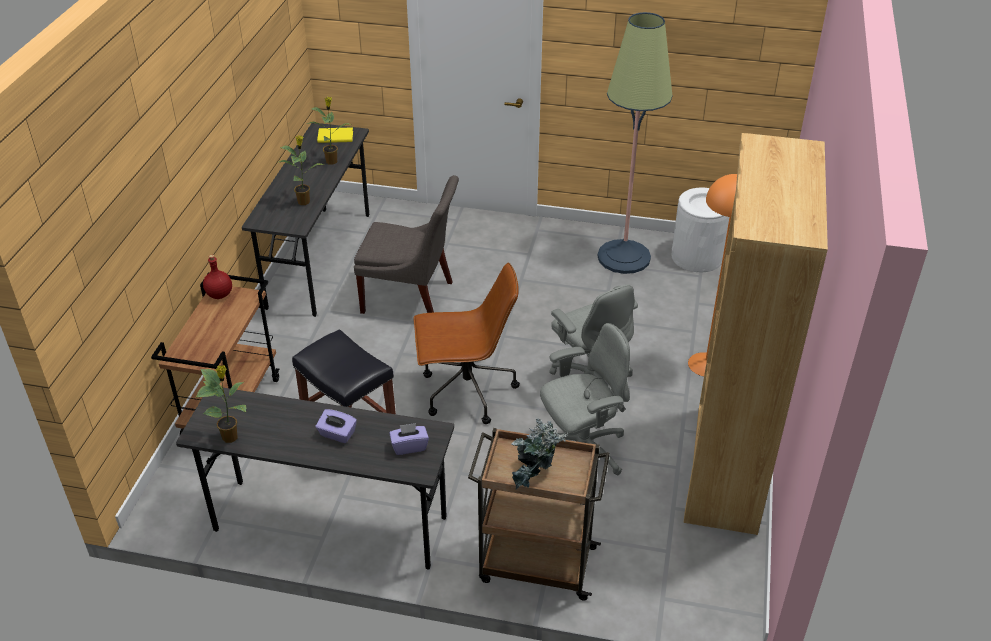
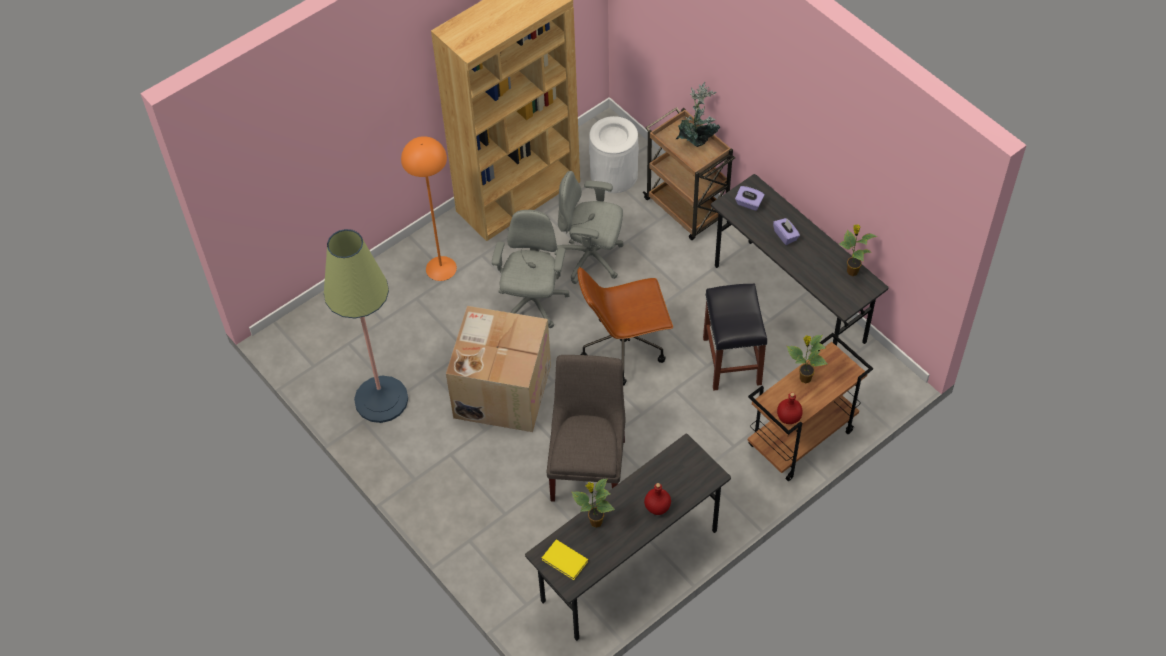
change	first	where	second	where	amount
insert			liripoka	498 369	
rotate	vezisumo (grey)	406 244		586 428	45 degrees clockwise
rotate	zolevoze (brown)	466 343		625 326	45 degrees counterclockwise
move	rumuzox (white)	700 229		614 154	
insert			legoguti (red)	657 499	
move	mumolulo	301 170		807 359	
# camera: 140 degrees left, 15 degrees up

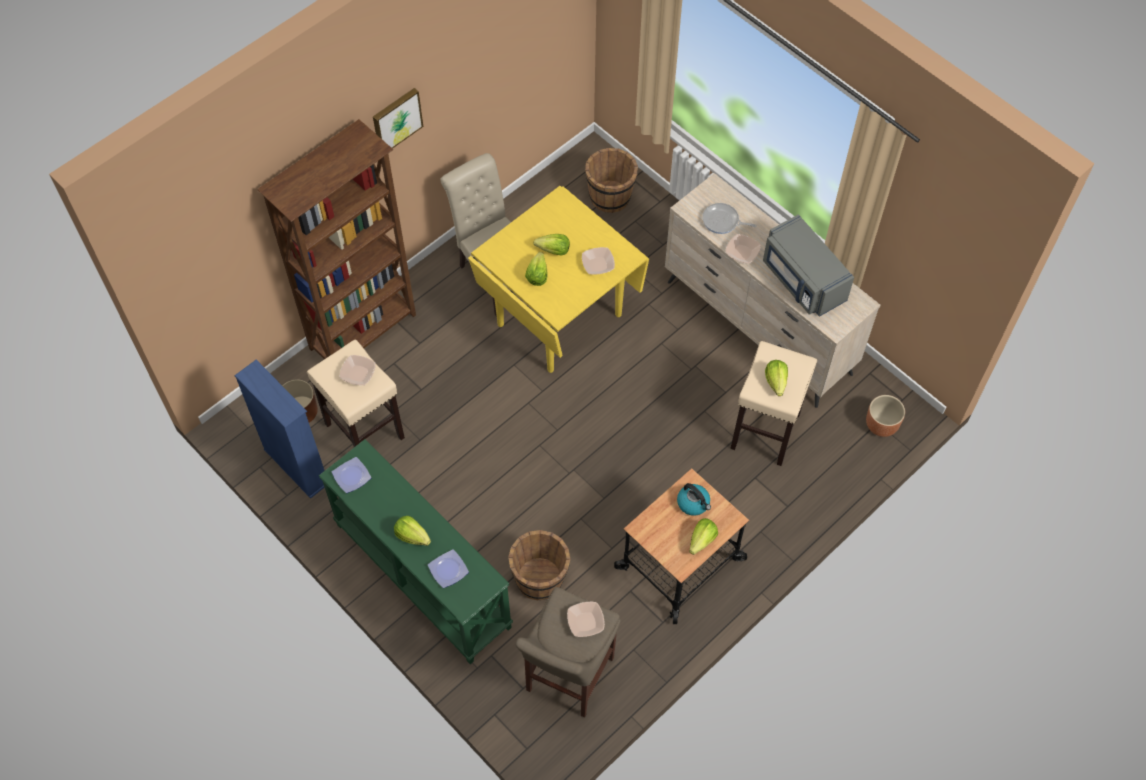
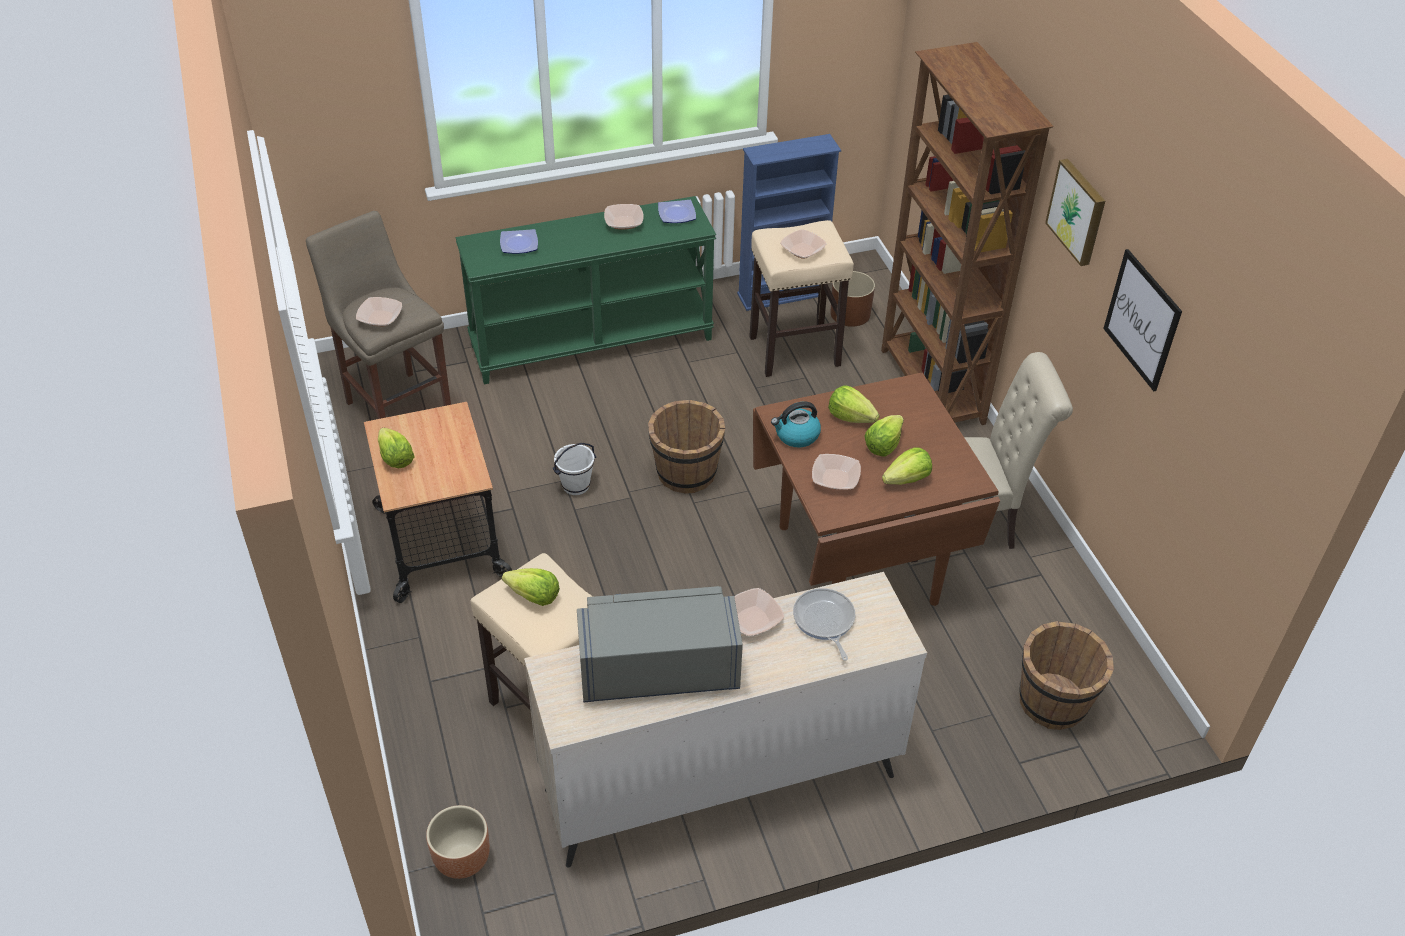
change	first	where	second	where	amount
insert			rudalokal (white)	574 469	
insert			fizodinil	623 217	
move	rudalokal (brown)	539 565		686 447	
recolor	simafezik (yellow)	558 279	simafezik (brown)	876 489	
move	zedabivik	694 499		796 424	
rotate	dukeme	729 218		824 624	60 degrees counterclockwise
move	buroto	412 531		907 466	
insert			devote	1142 320	
# camera: 115 degrees right, 15 degrees down

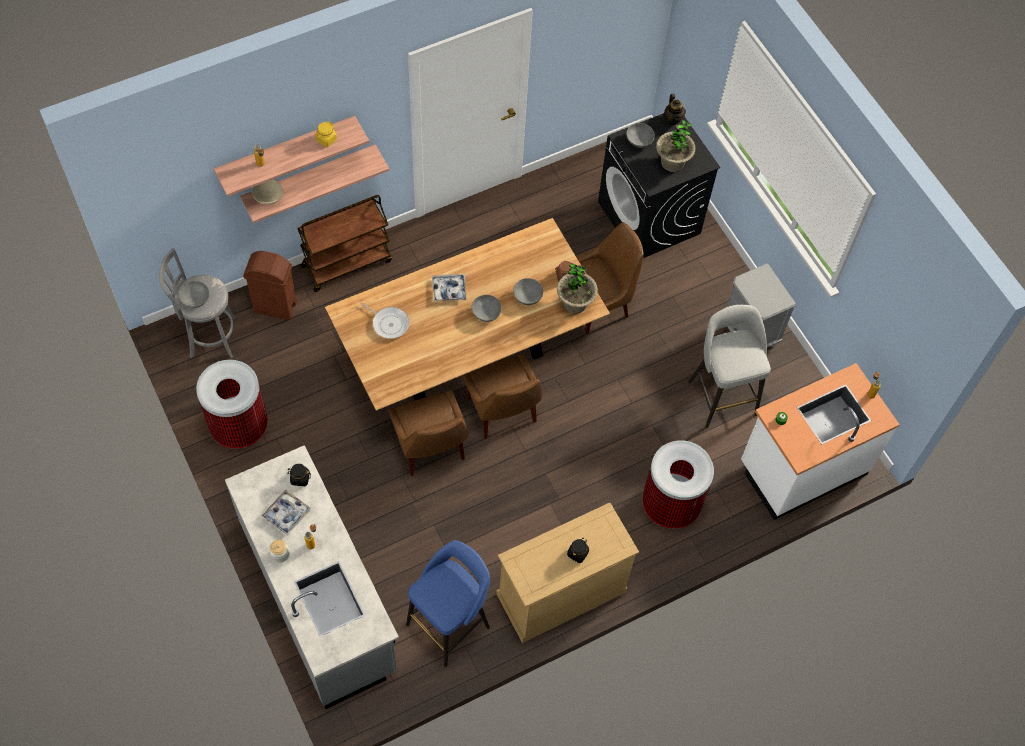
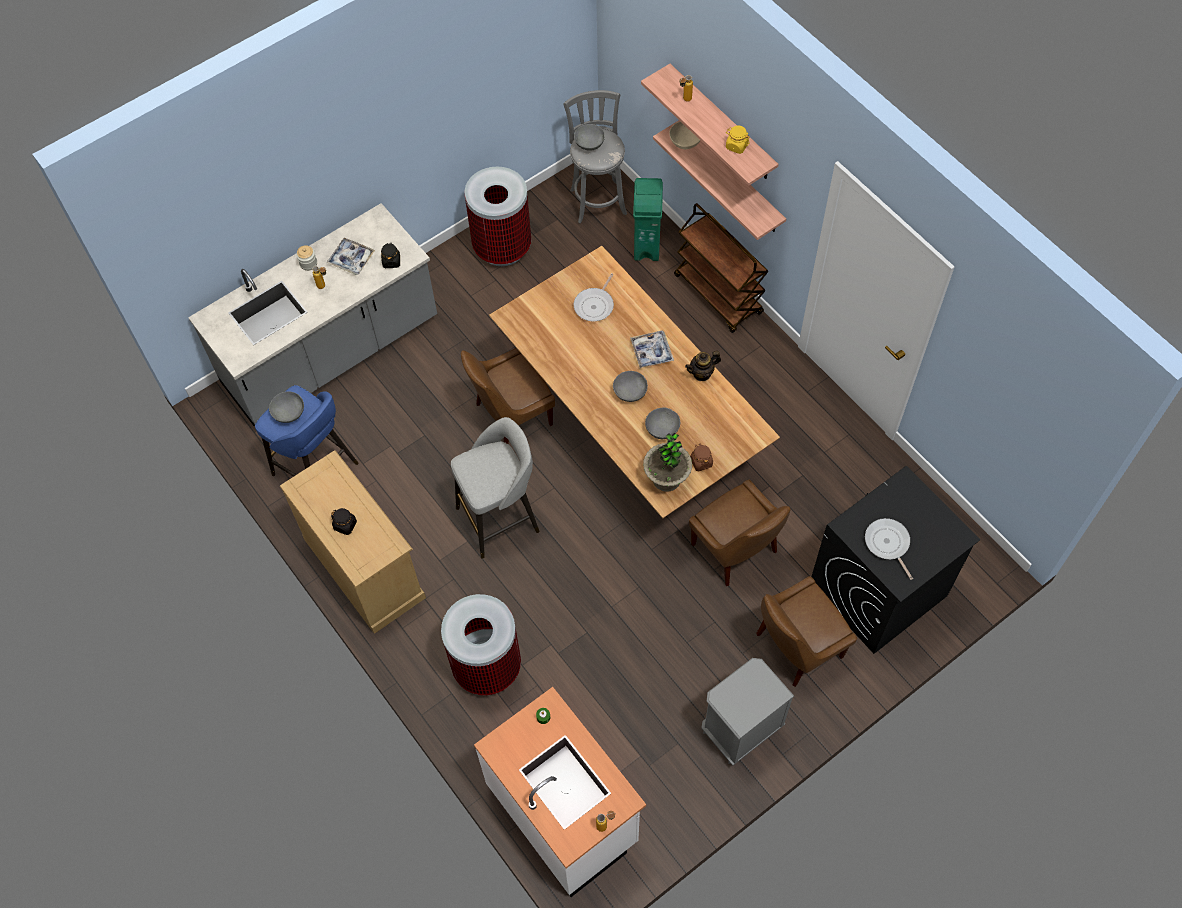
change	first	where	second	where	amount
move	fizodinil (grey)	640 135		286 407	
move	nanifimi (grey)	729 367		495 487	
recolor	rumuzox (brown)	270 285	rumuzox (green)	648 219	
move	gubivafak	675 109		703 366	
move	vezisumo (brown)	503 396		806 631	
replace	mumolulo	676 146	dukeme	889 549	
# camera: 85 degrees right, 0 degrees up

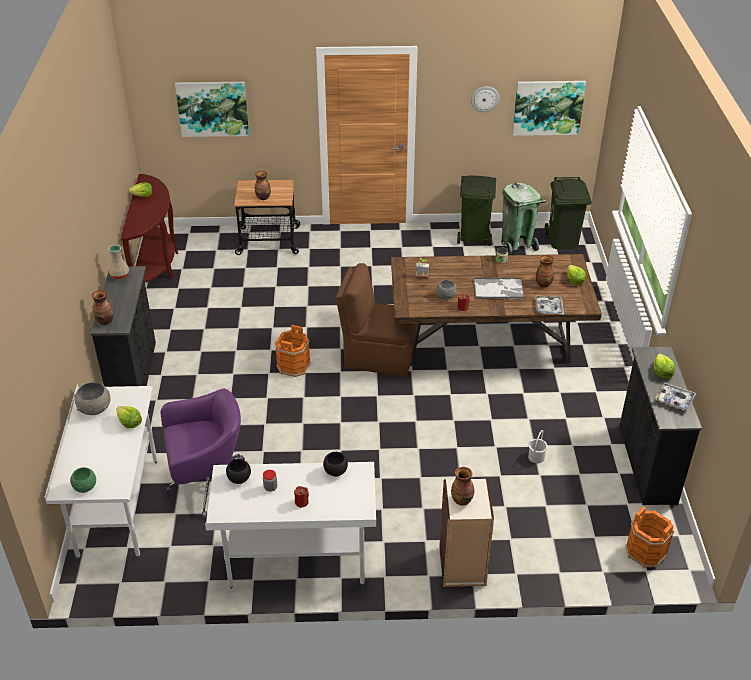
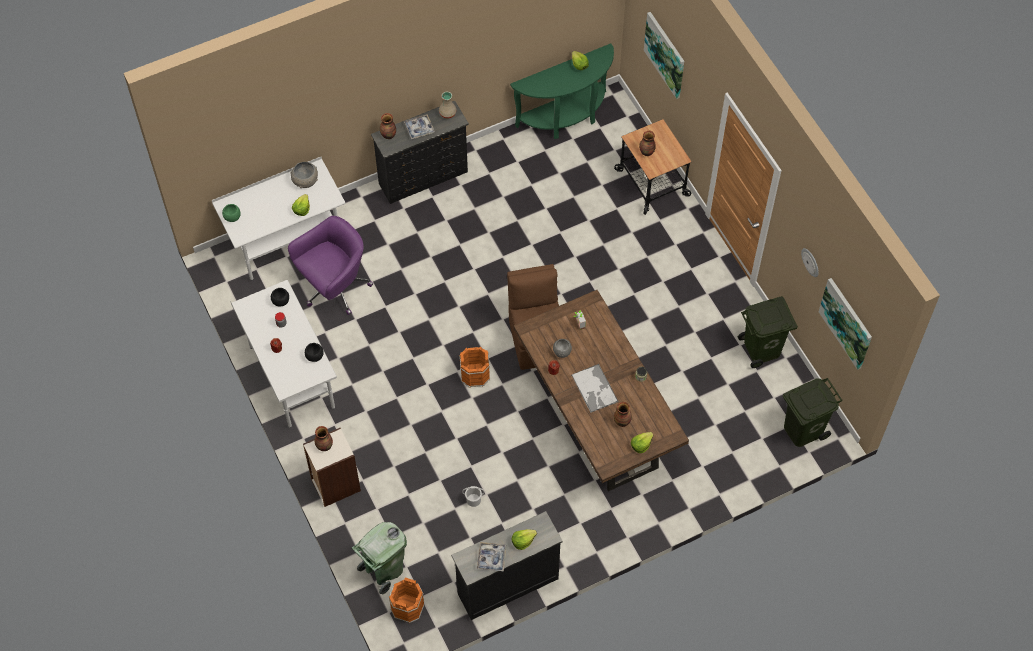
change	first	where	second	where	amount
rotate	zolevoze (purple)	203 453		330 265	90 degrees counterclockwise
move	rumuzox (green)	524 219		379 558	
move	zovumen	549 305		419 126	
move	rudalokal (orange)	292 351		474 367	
recolor	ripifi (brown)	149 228	ripifi (green)	562 91	
# camera: 65 degrees right, 20 degrees up

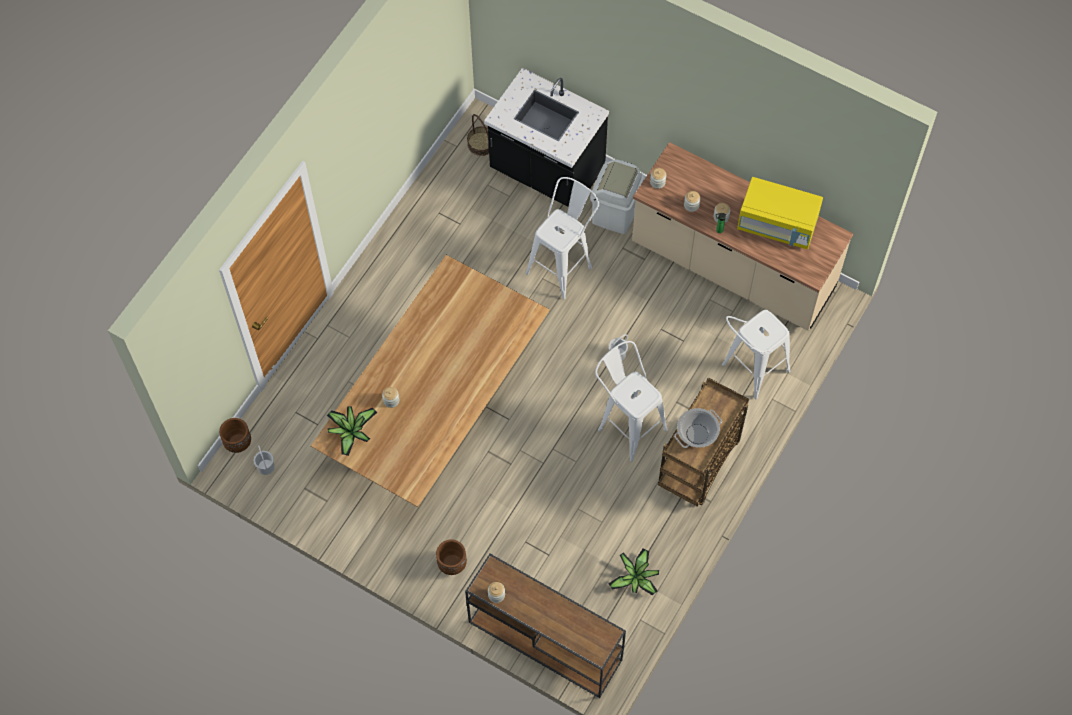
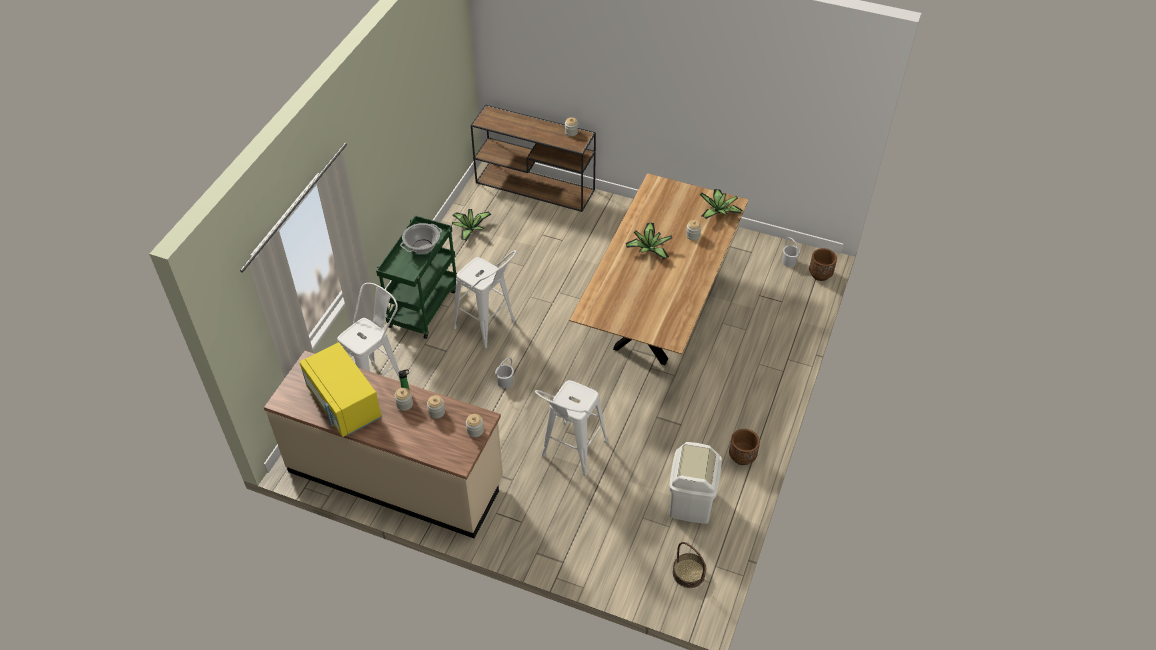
change	first	where	second	where	amount
rotate	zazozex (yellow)	780 213		340 389	135 degrees counterclockwise
recolor	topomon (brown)	703 442	topomon (green)	416 277	
insert			mumolulo	649 241	
move	rumuzox (white)	617 196		695 483	
move	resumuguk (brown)	451 557		744 447	
delete	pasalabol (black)	546 137			
# camera: 170 degrees right, 15 degrees down

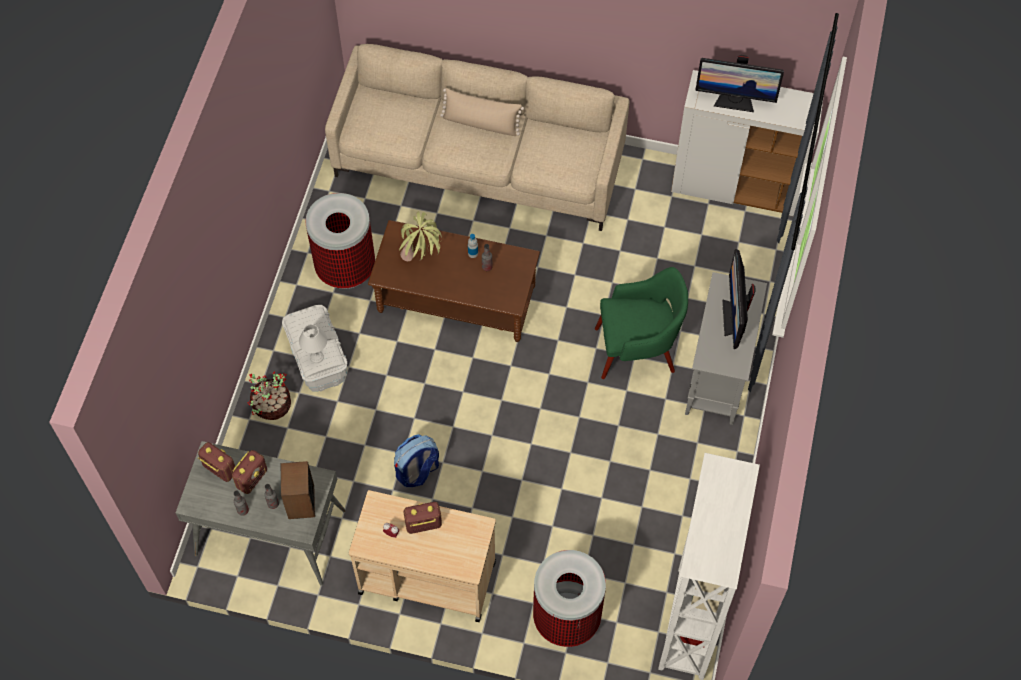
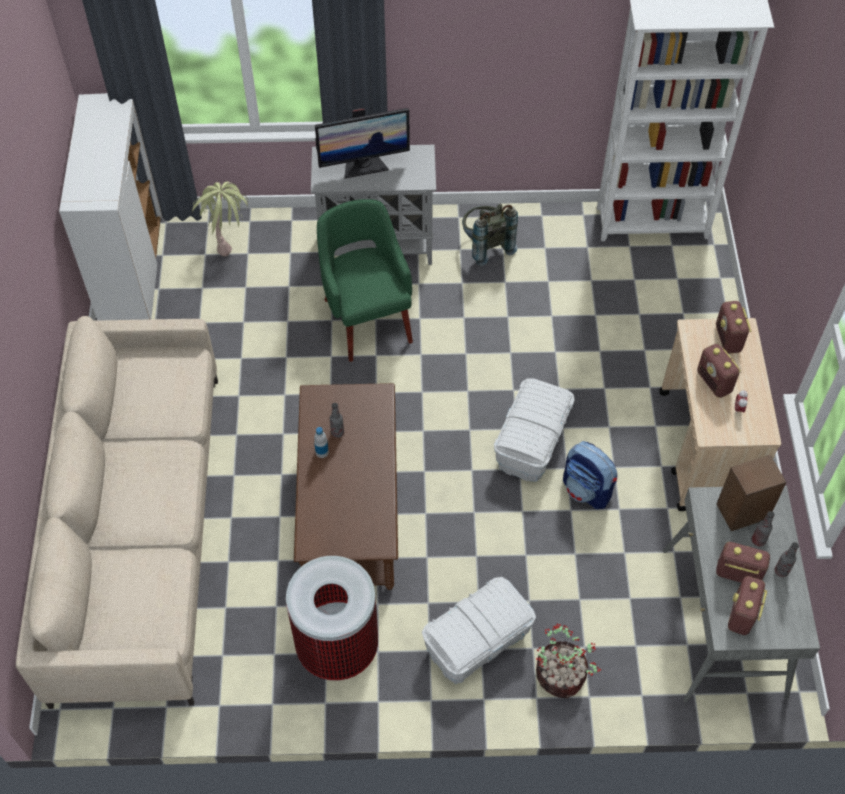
change	first	where	second	where	amount
move	mumolulo	420 236		220 219	
insert			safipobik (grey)	490 234	
insert			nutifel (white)	534 430	
insert			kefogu	733 327	
delete	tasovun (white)	313 343			
delete	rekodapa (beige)	482 112			
delete	rumuzox	569 598			
delete	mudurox	739 83			
# camera: 105 degrees left, 5 degrees down

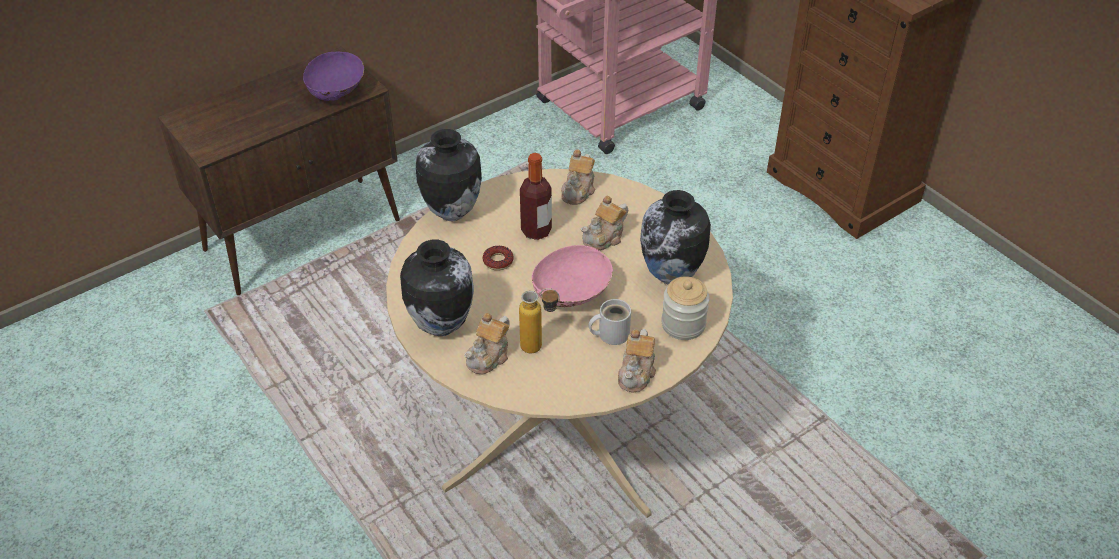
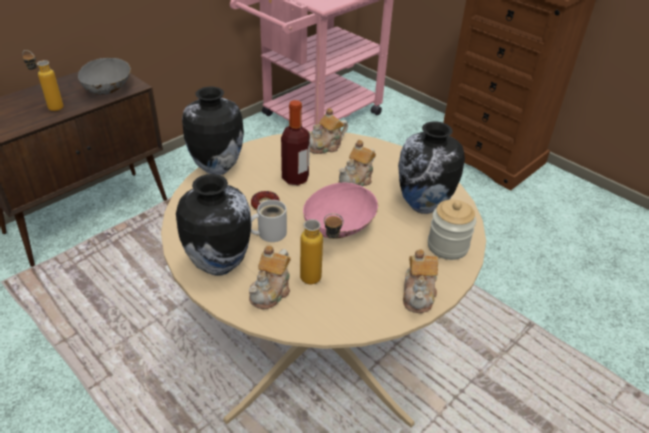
change	first	where	second	where	amount
insert			legoguti	42 80	
recolor	fizodinil (purple)	334 76	fizodinil (grey)	104 76	
move	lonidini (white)	610 322		269 221	
rotate	gubivafak	578 177		327 131	45 degrees clockwise
# camera: 10 degrees left, 5 degrees down

